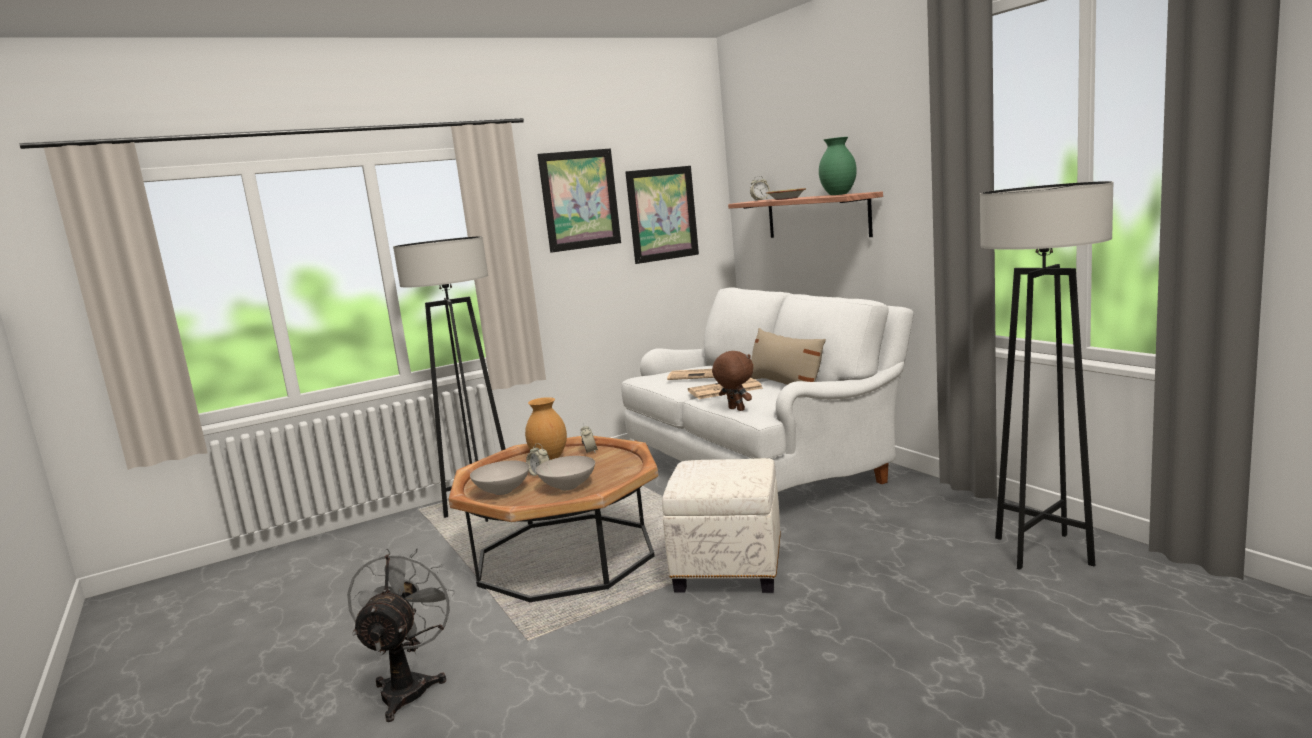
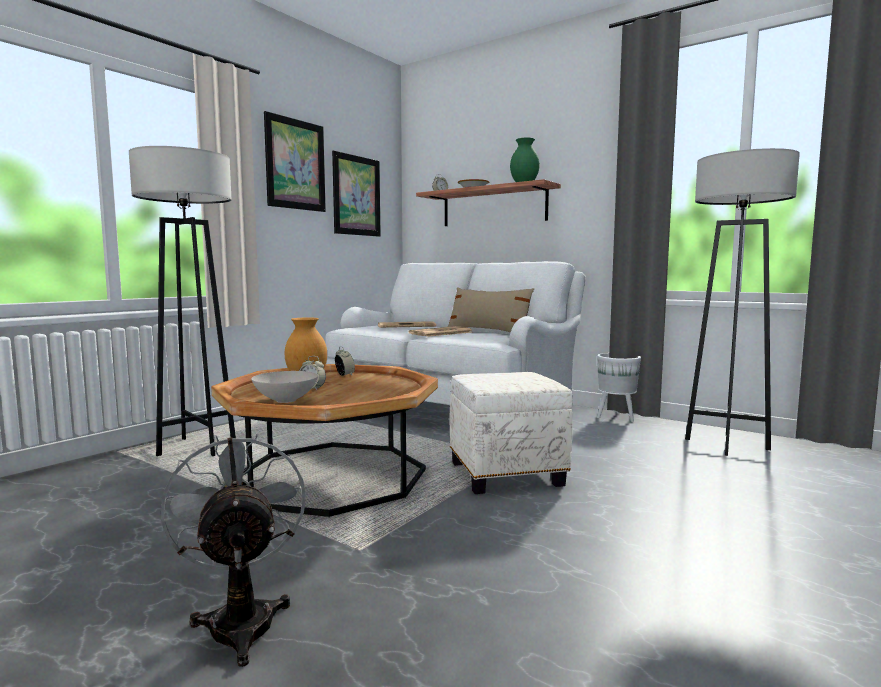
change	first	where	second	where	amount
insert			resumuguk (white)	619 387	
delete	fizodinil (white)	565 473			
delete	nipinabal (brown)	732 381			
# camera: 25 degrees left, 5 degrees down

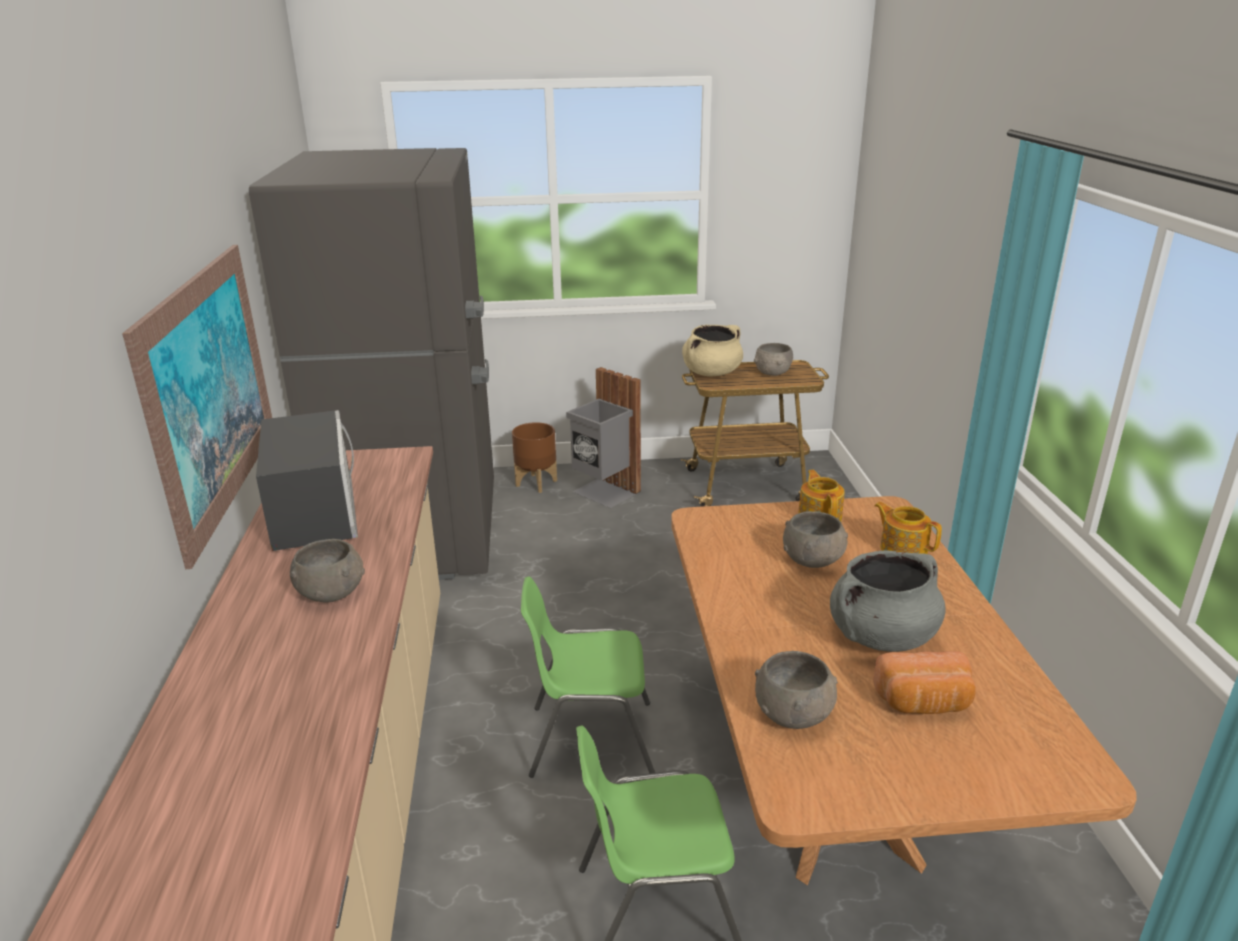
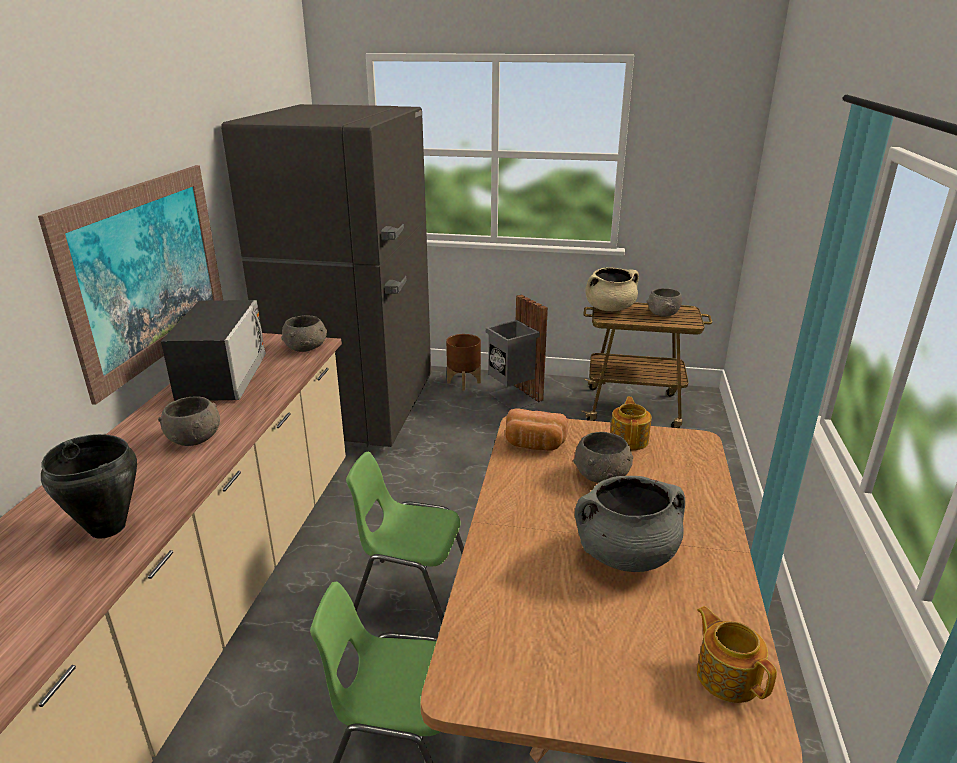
change	first	where	second	where	amount
insert			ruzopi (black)	89 486	
move	fizodinil (grey)	796 690		304 333	
move	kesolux	924 682		536 429	
move	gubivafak	908 528		737 654	
# camera: 15 degrees right, 0 degrees up

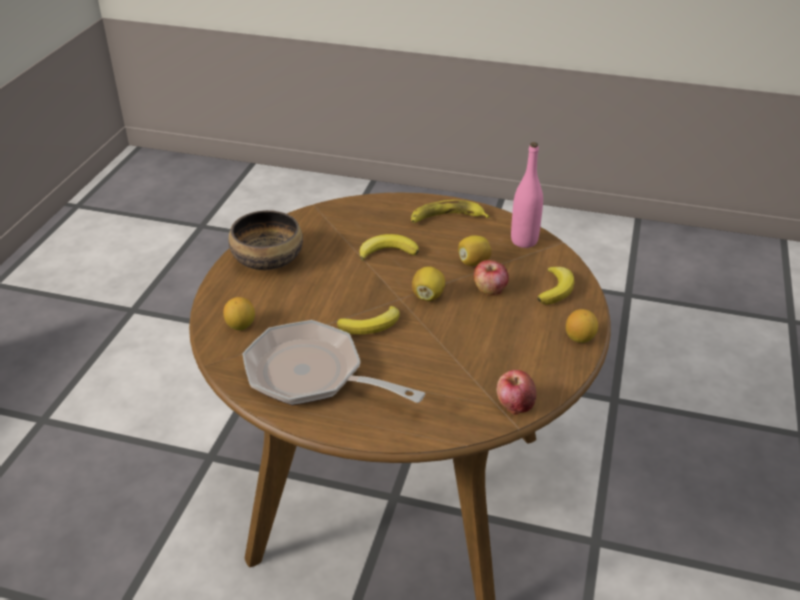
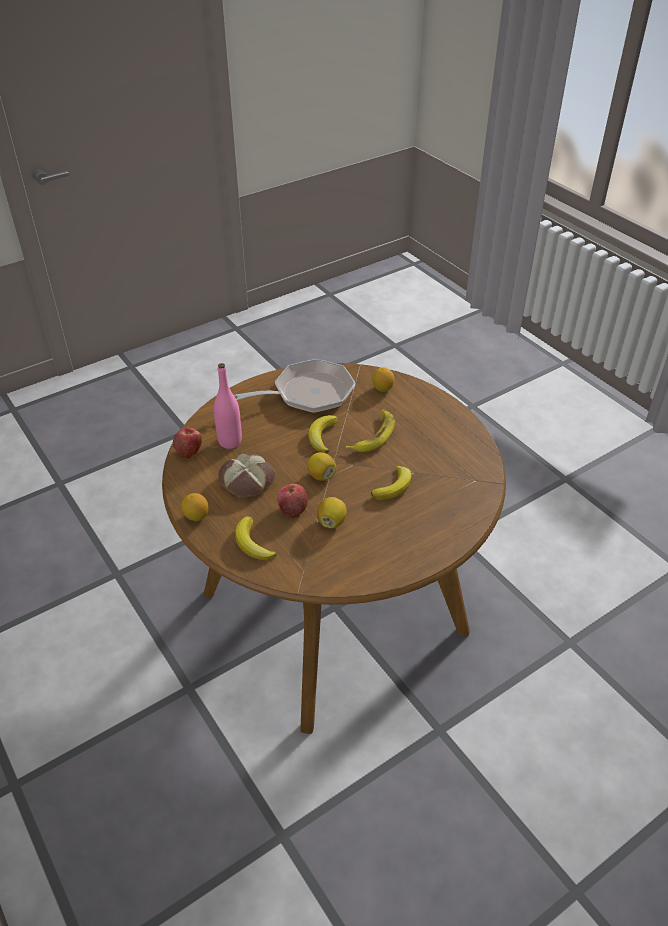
change	first	where	second	where	amount
move	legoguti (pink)	527 195		228 406	
insert			kesolux	246 475	
move	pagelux	450 211		370 430	
delete	fizodinil	265 240			
# camera: 130 degrees right, 5 degrees up

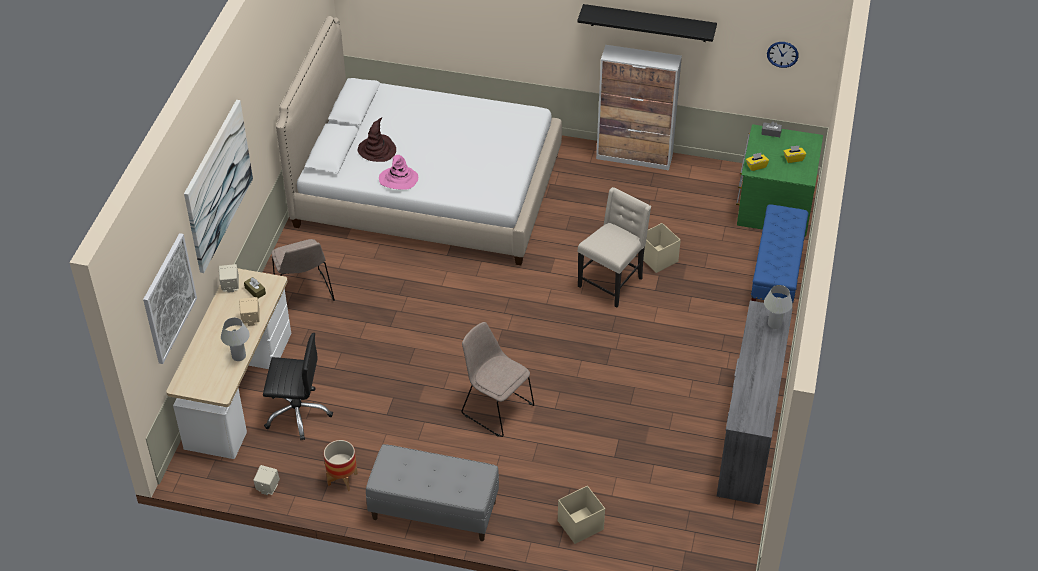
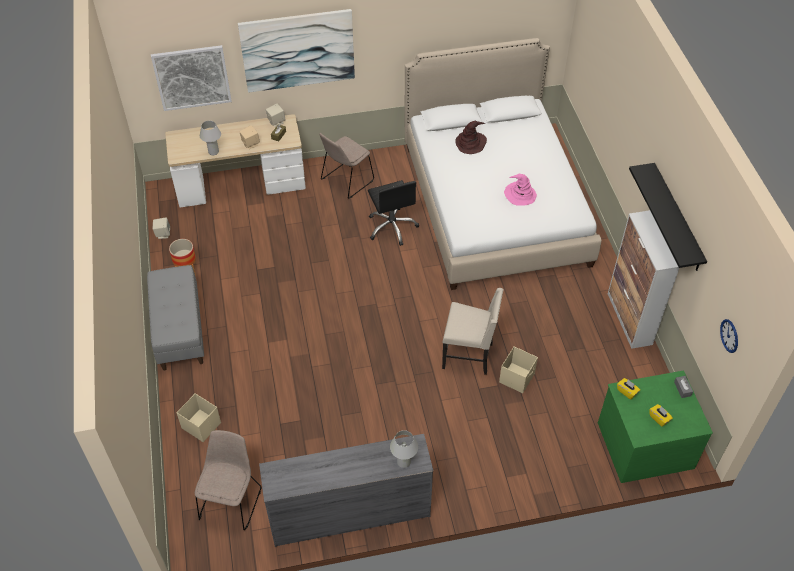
change	first	where	second	where	amount
move	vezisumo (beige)	497 379		228 480	
move	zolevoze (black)	298 386		393 213	
move	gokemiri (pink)	398 172		520 190	
delete	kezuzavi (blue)	780 253			
# camera: 65 degrees right, 5 degrees up

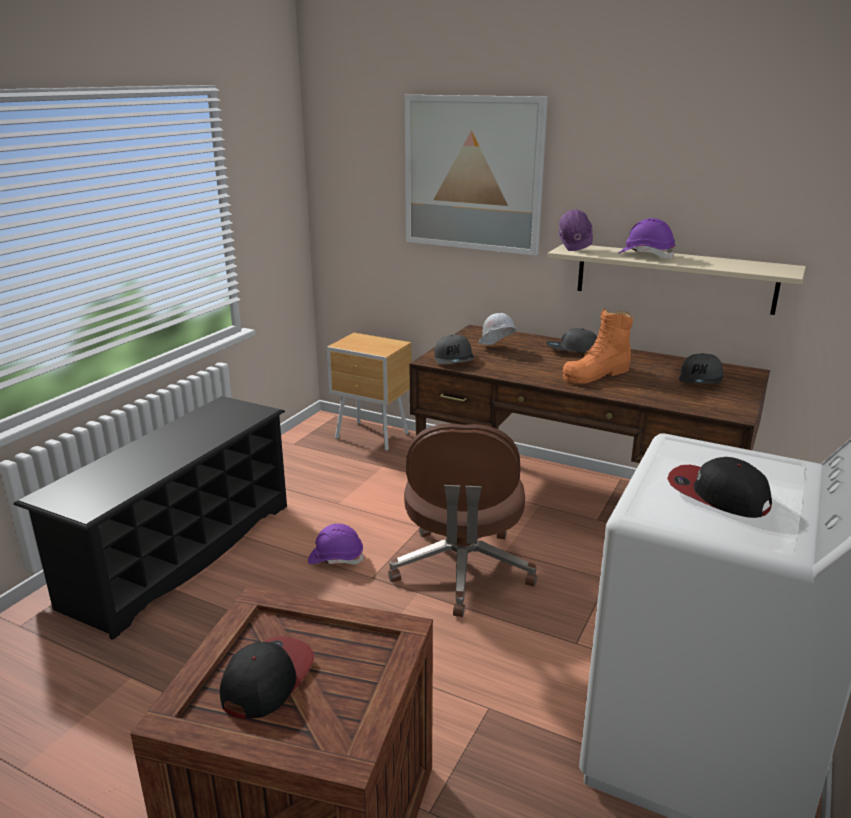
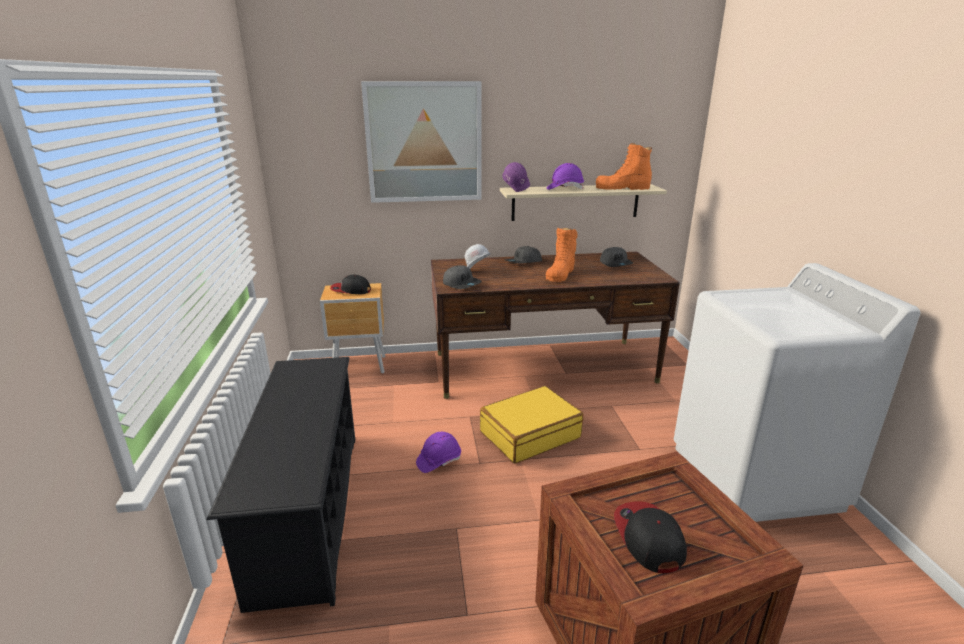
change	first	where	second	where	amount
move	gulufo	719 487		350 284	
replace	zolevoze (brown)	462 520	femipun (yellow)	531 425	
insert			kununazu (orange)	624 166	
# camera: 35 degrees left, 0 degrees up

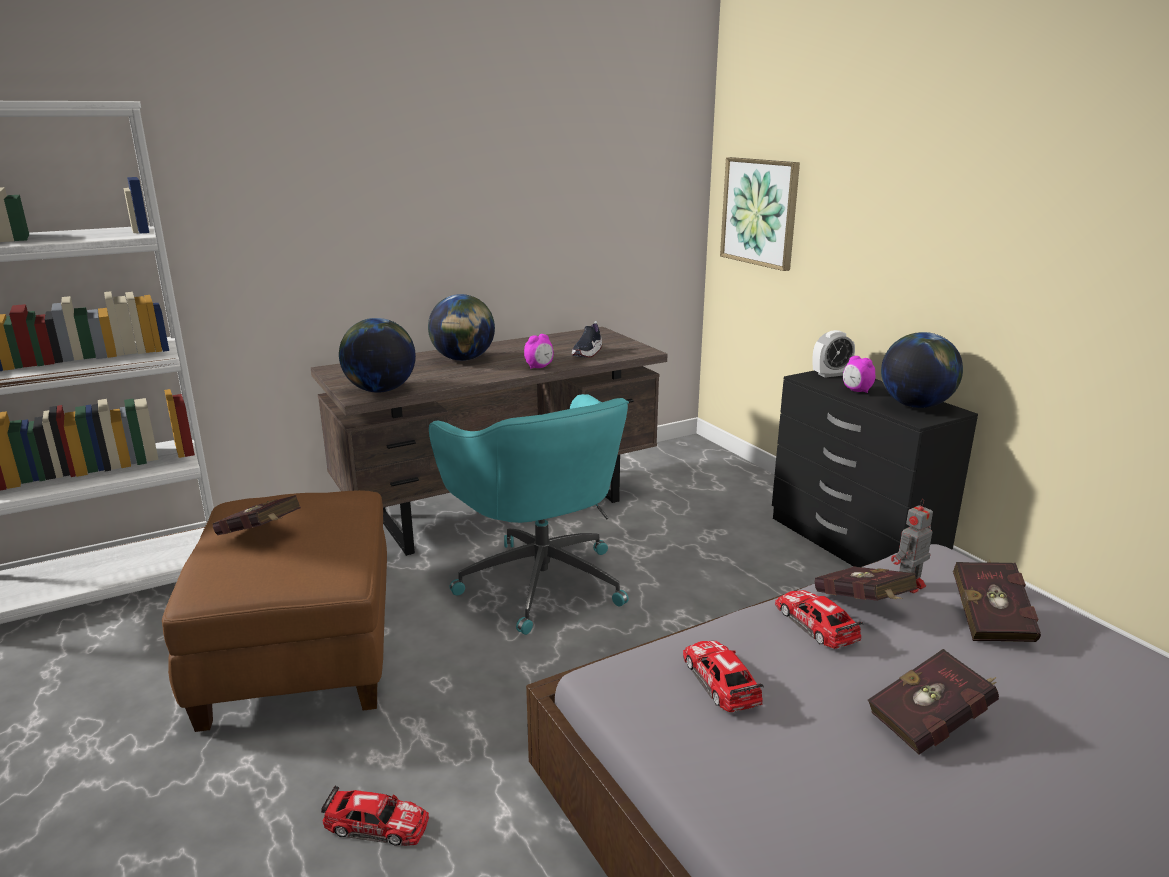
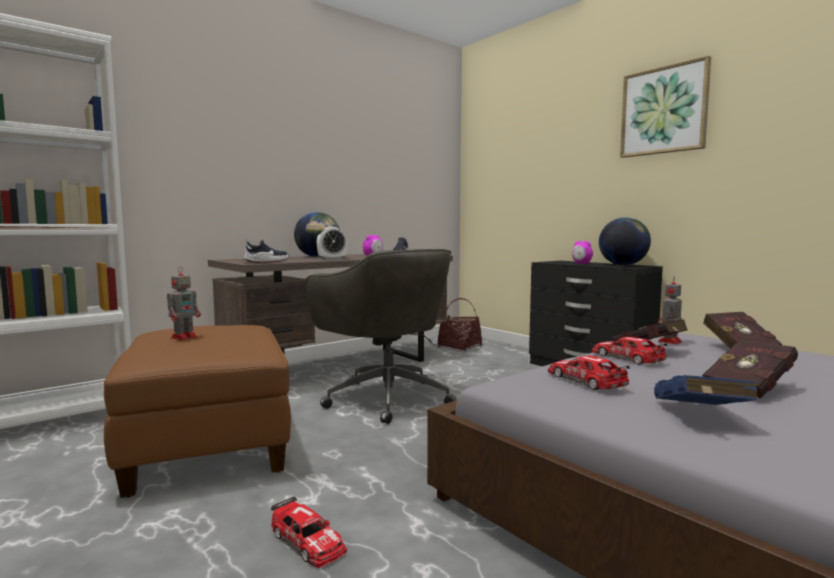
change	first	where	second	where	amount
replace	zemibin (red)	256 515	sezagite	184 303	
replace	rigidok	377 355	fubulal	266 251	
rotate	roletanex	375 816		309 532	45 degrees clockwise
recolor	zolevoze (turquoise)	529 514	zolevoze (grey)	380 336	
move	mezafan	834 354		332 243	
insert			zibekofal	460 324	
move	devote	760 214		665 107	
insert			zemibin (blue)	706 390	
# camera: 10 degrees left, 15 degrees down

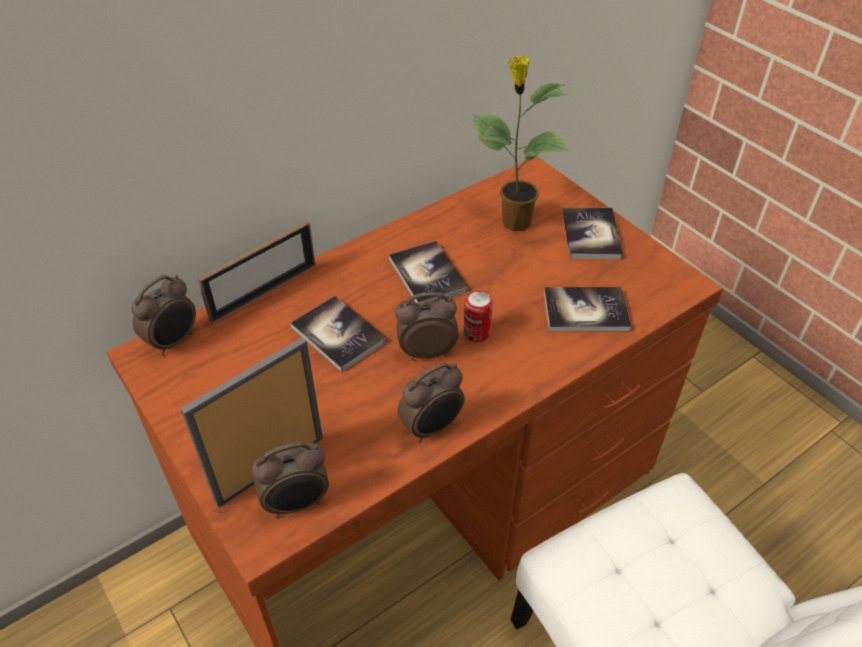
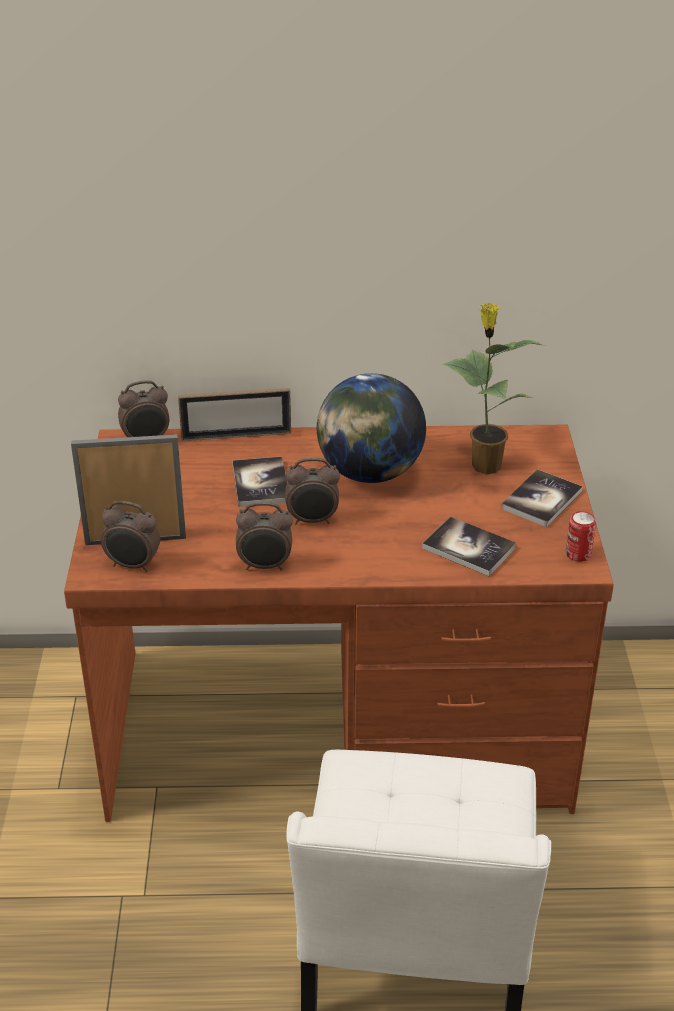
change	first	where	second	where	amount
rotate	mezafan	427 326		312 491	150 degrees clockwise
replace	zemibin	428 272	rigidok	371 428	
move	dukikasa	478 316		581 536	
# camera: 35 degrees right, 10 degrees down

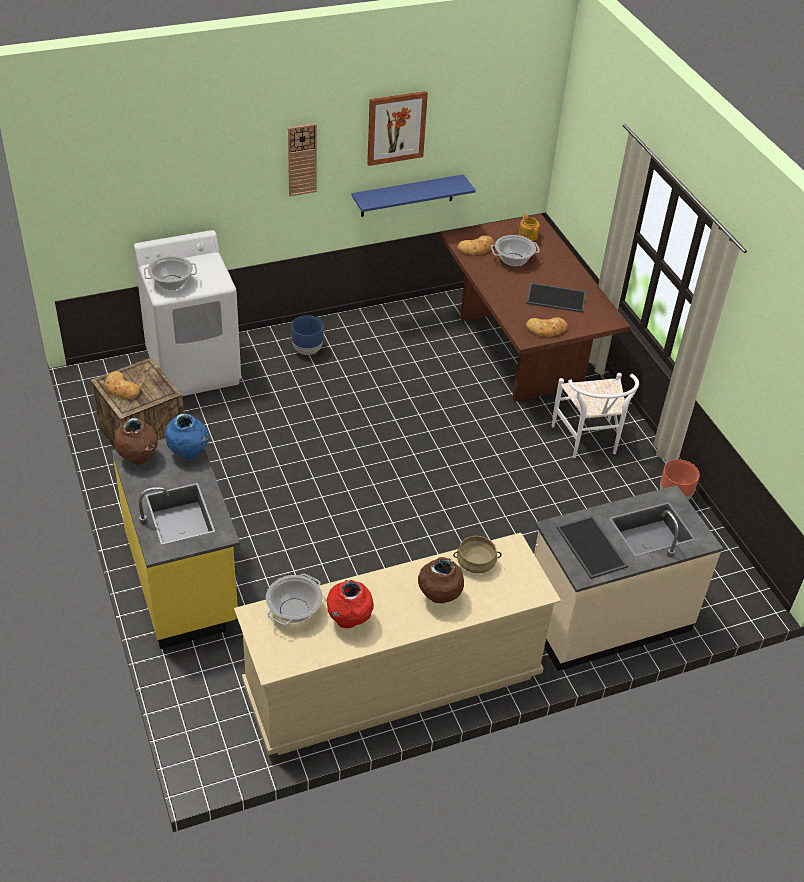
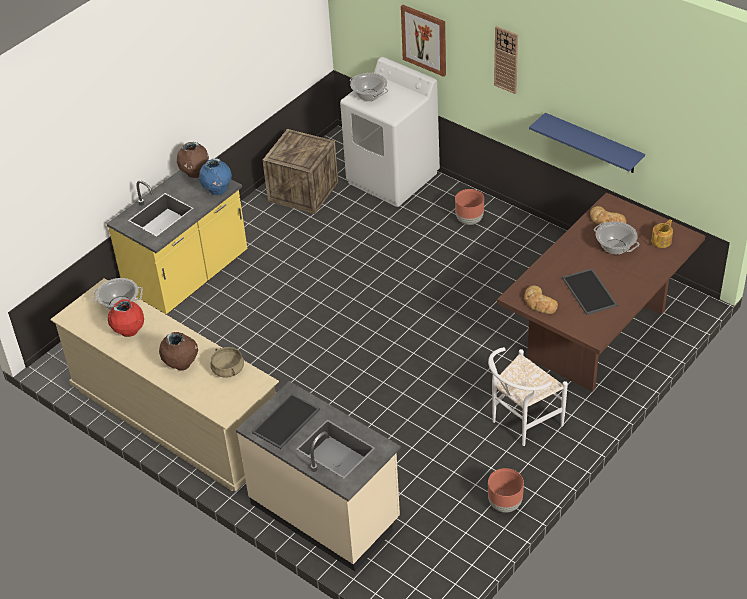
change	first	where	second	where	amount
move	devote	397 128		423 41	
recolor	resumuguk (blue)	307 335	resumuguk (brown)	469 207	
delete	kesolux	122 385			
# camera: 65 degrees right, 0 degrees up

